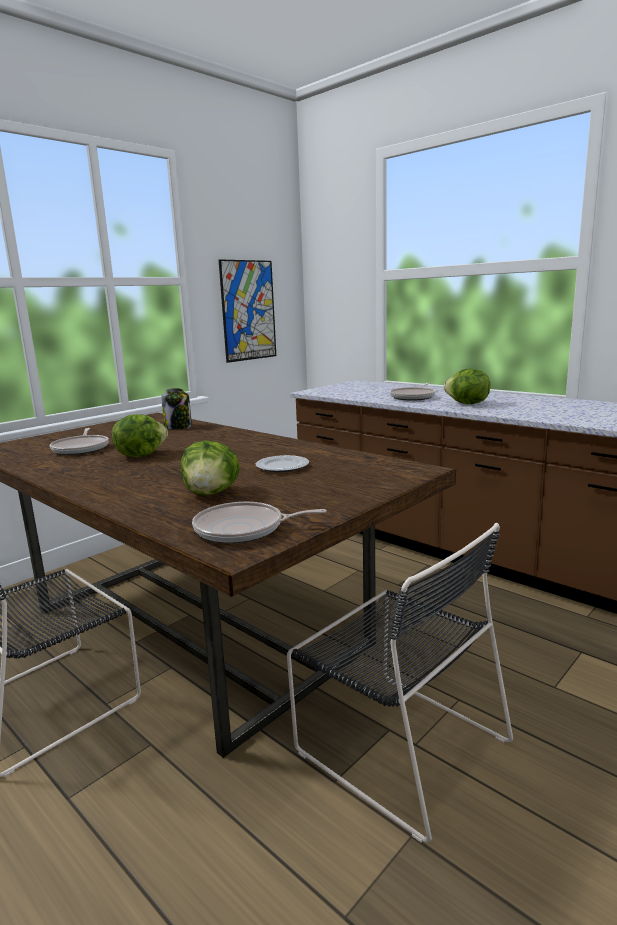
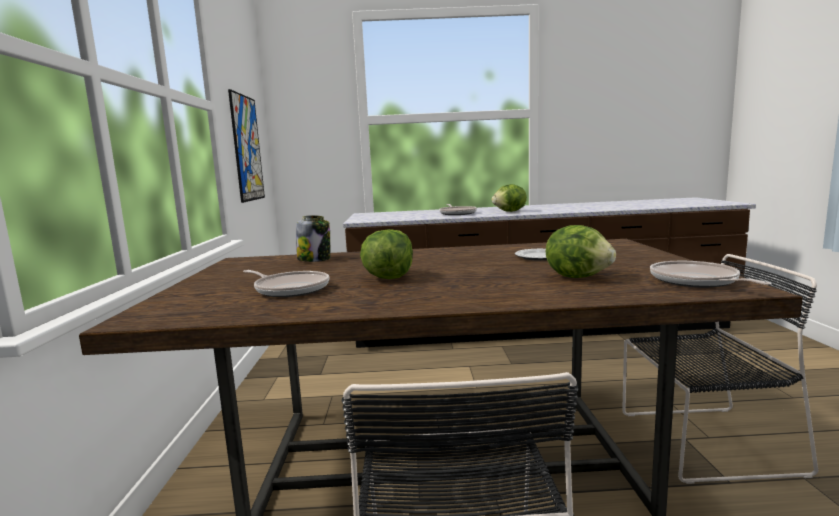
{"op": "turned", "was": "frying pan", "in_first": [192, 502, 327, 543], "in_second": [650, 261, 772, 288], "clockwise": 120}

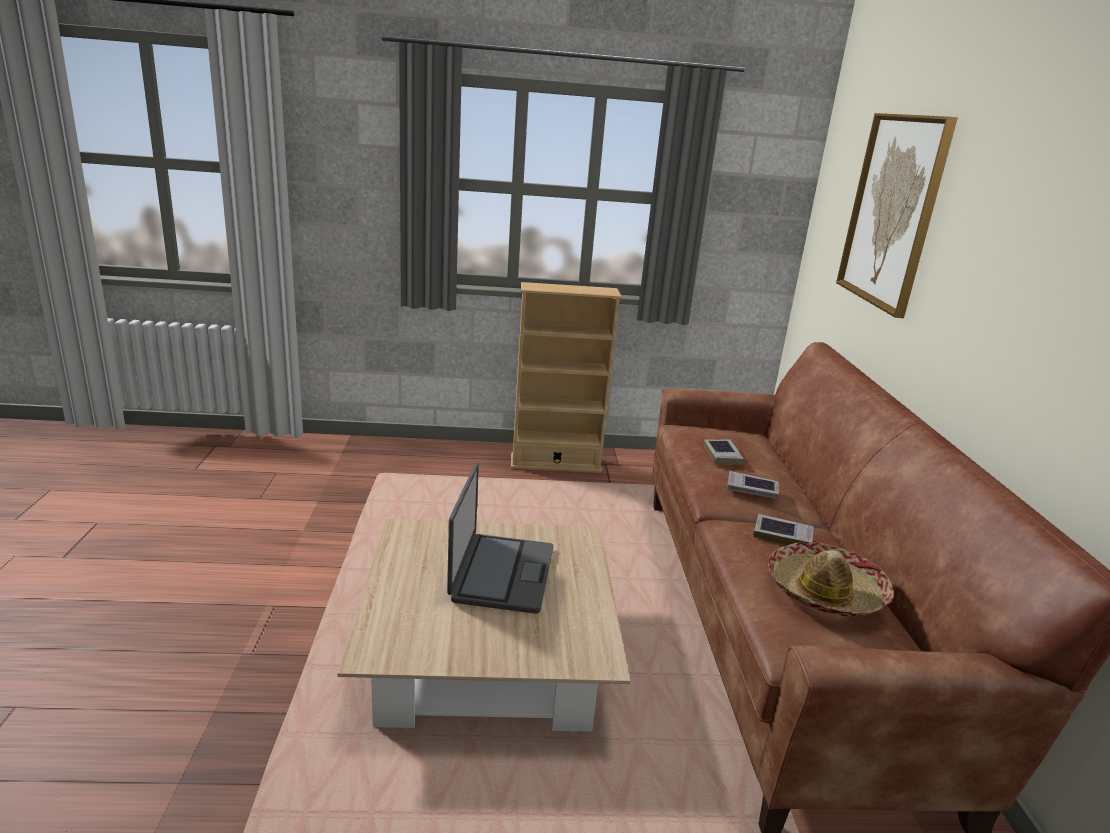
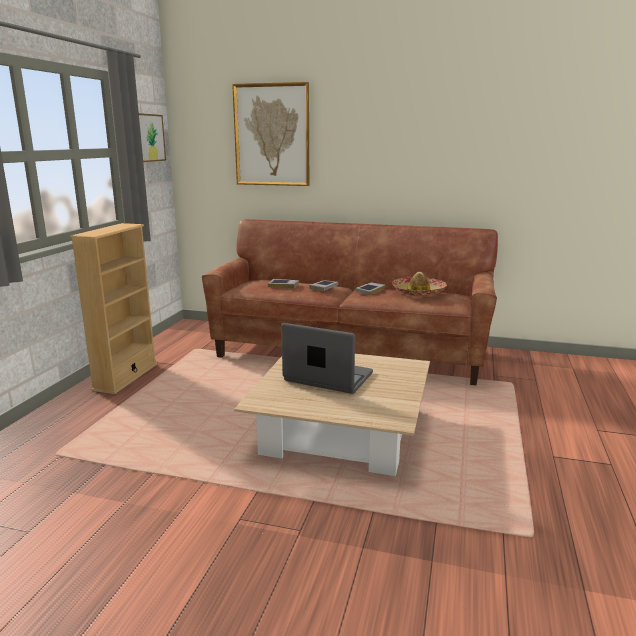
{"op": "added", "now": "wall picture", "in_second": [139, 113, 166, 162]}

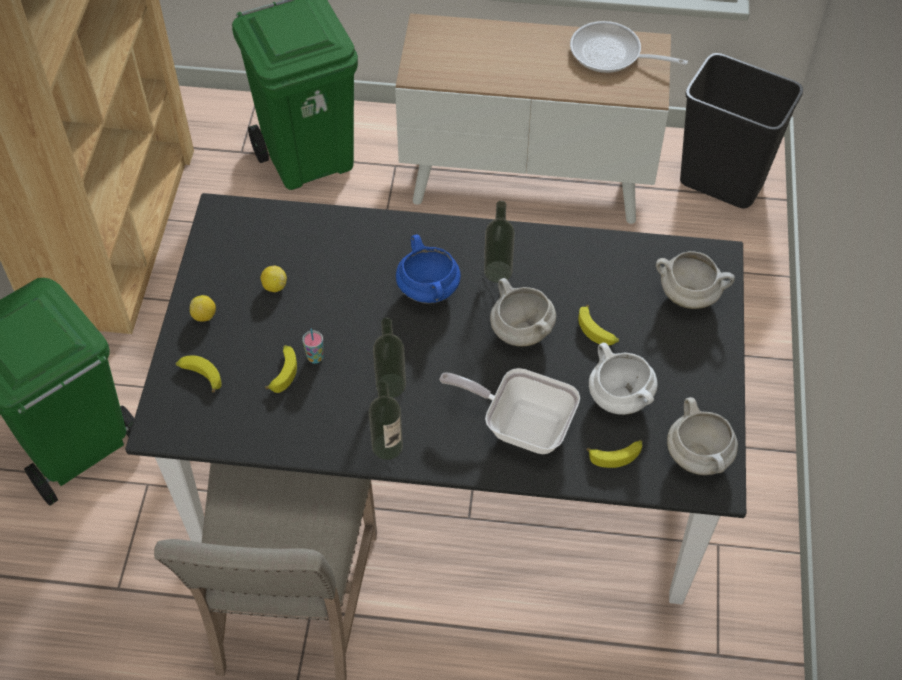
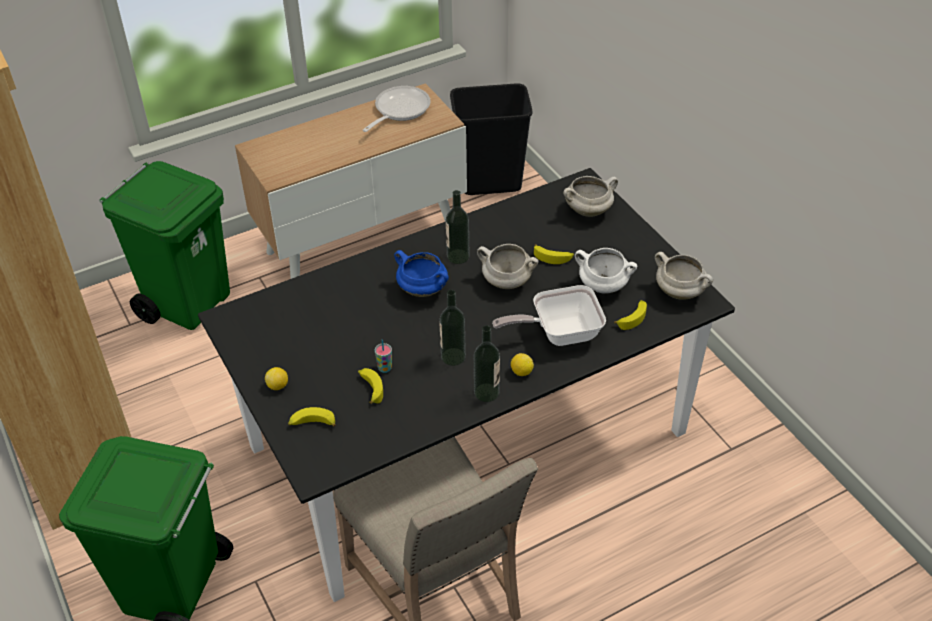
{"op": "moved", "was": "whole lemon", "in_first": [261, 266, 287, 292], "in_second": [511, 353, 534, 376]}
{"op": "turned", "was": "frying pan", "in_first": [570, 21, 688, 73], "in_second": [363, 86, 431, 132], "clockwise": 135}

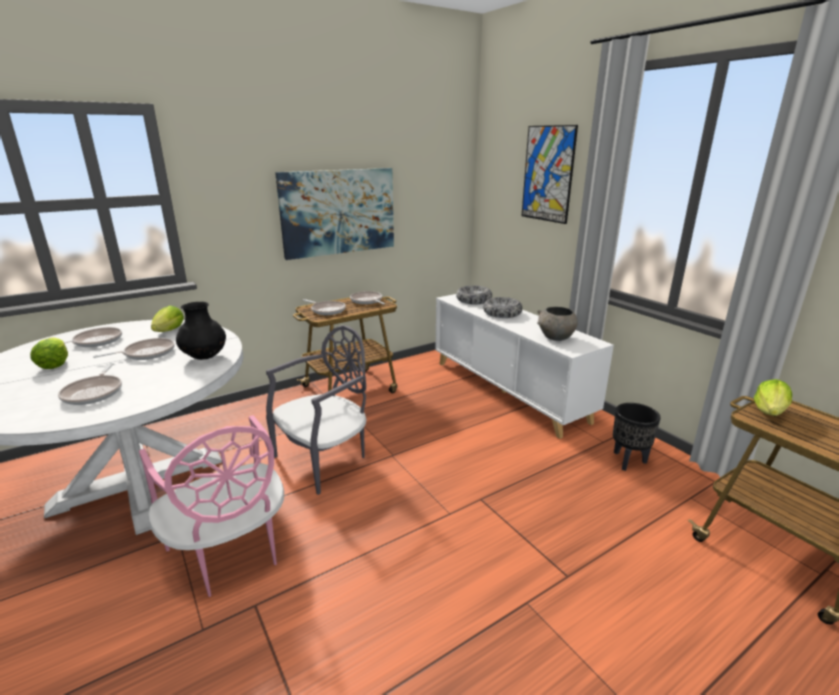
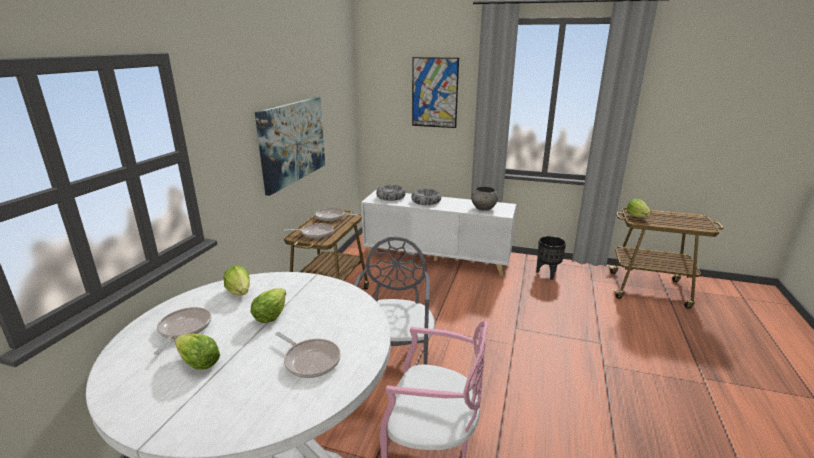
{"op": "replaced", "was": "frying pan", "now": "lettuce head", "in_first": [93, 338, 175, 360], "in_second": [251, 288, 286, 323]}
{"op": "removed", "was": "decorative vase in blackish", "in_first": [176, 302, 226, 360]}

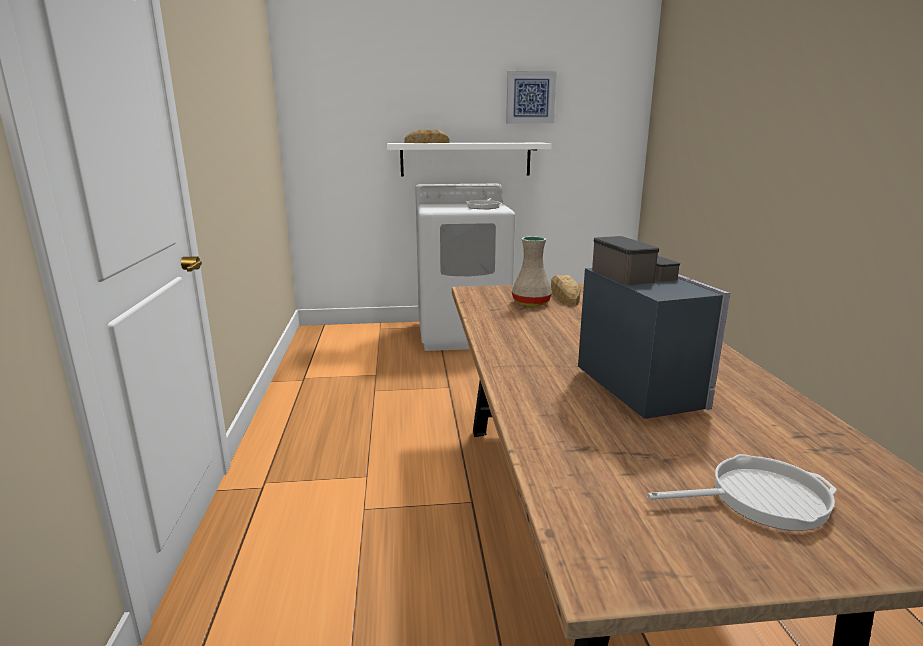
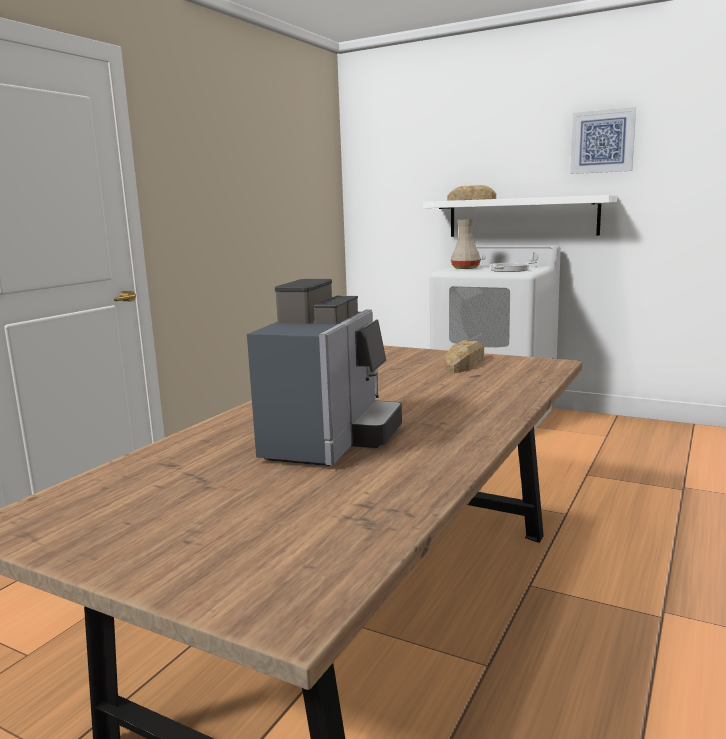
{"op": "moved", "was": "decorative vase in beige", "in_first": [512, 236, 552, 306], "in_second": [451, 219, 481, 269]}
{"op": "removed", "was": "frying pan", "in_first": [647, 454, 837, 531]}

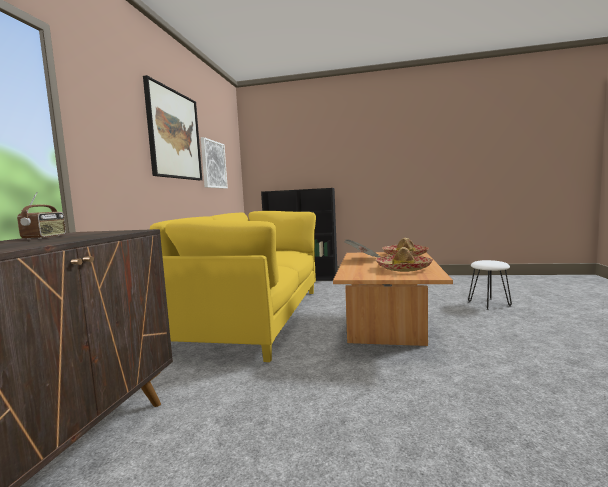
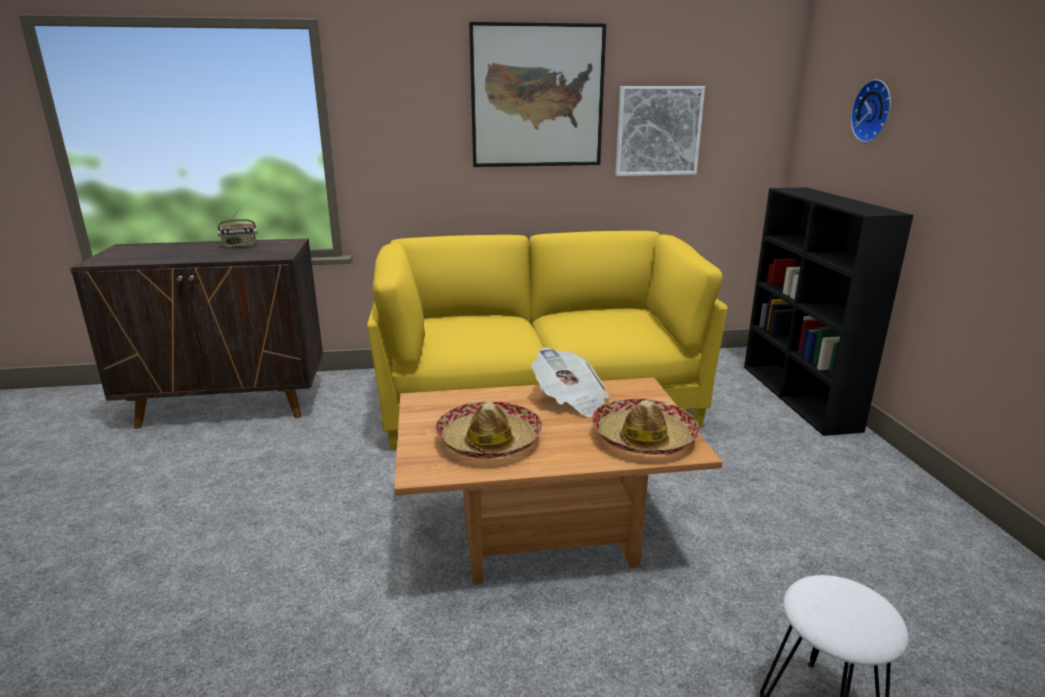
{"op": "added", "now": "clock on the wall", "in_second": [851, 79, 891, 142]}

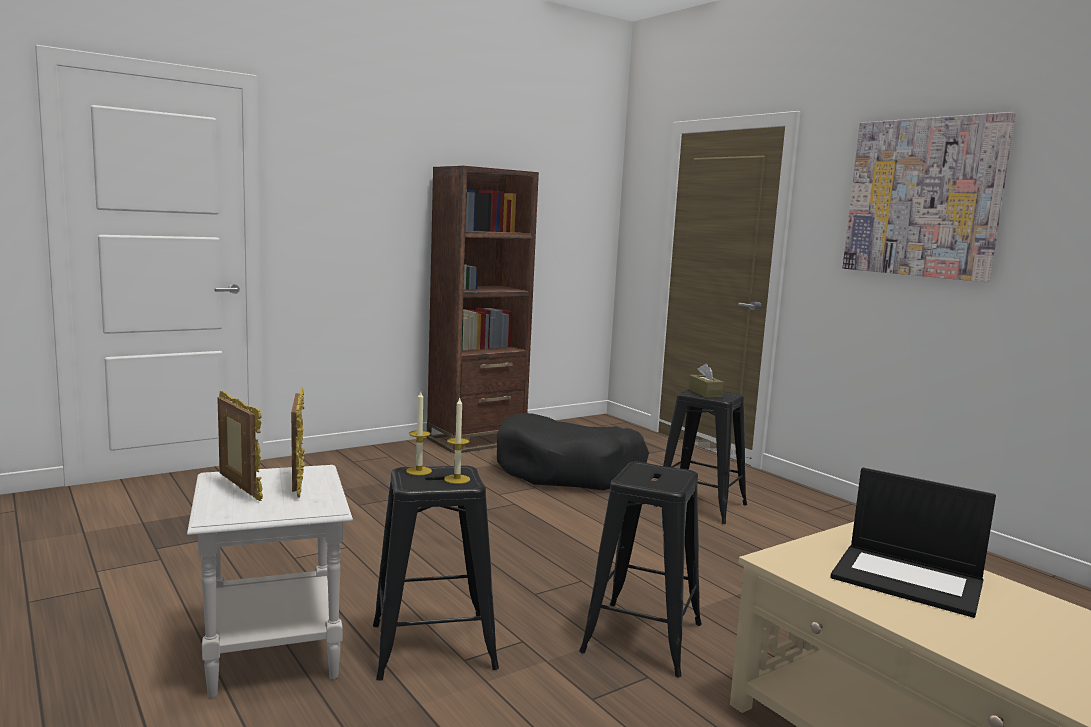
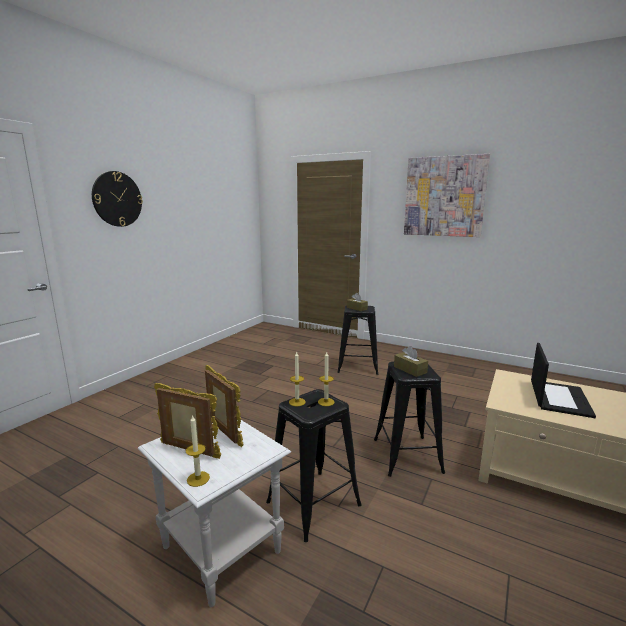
{"op": "removed", "was": "bookshelf in brown-coloured", "in_first": [427, 166, 539, 454]}
{"op": "removed", "was": "dog bed in blackish", "in_first": [497, 413, 649, 490]}
{"op": "turned", "was": "laptop", "in_first": [830, 468, 996, 618], "in_second": [531, 343, 596, 418], "clockwise": -75}
{"op": "added", "now": "clock on the wall", "in_second": [92, 171, 143, 227]}
{"op": "added", "now": "candle", "in_second": [186, 415, 210, 487]}
{"op": "added", "now": "tissue holder in brown-coloured", "in_second": [394, 346, 428, 377]}

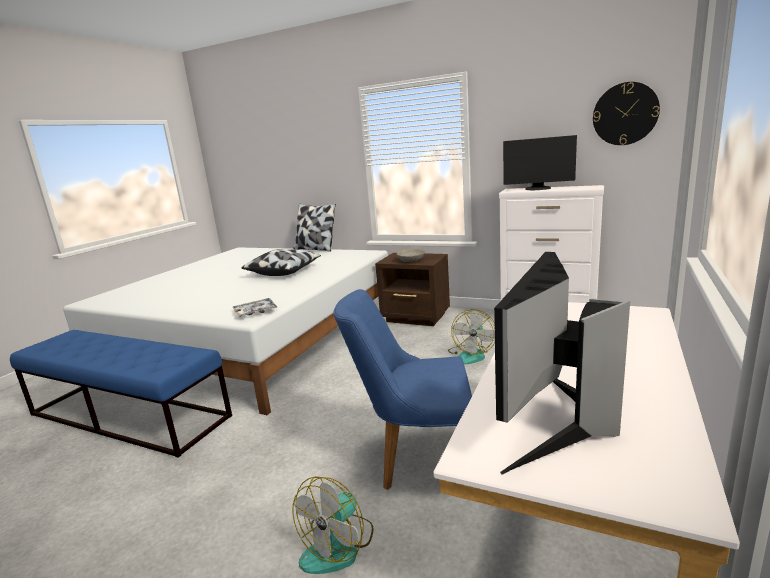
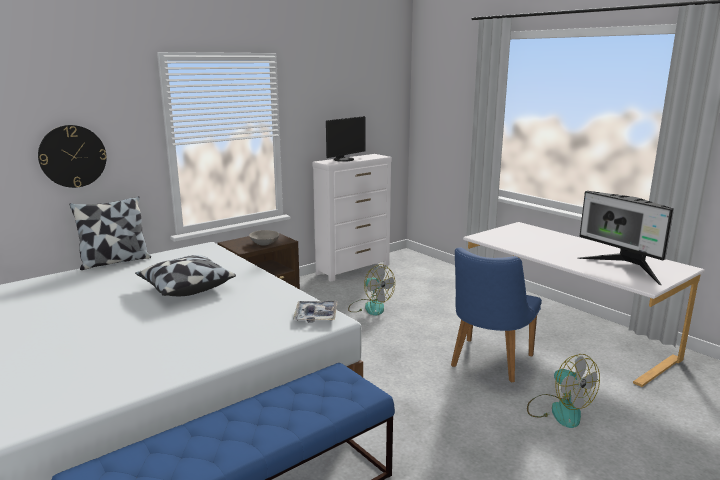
{"op": "moved", "was": "clock on the wall", "in_first": [593, 82, 660, 145], "in_second": [38, 125, 107, 188]}

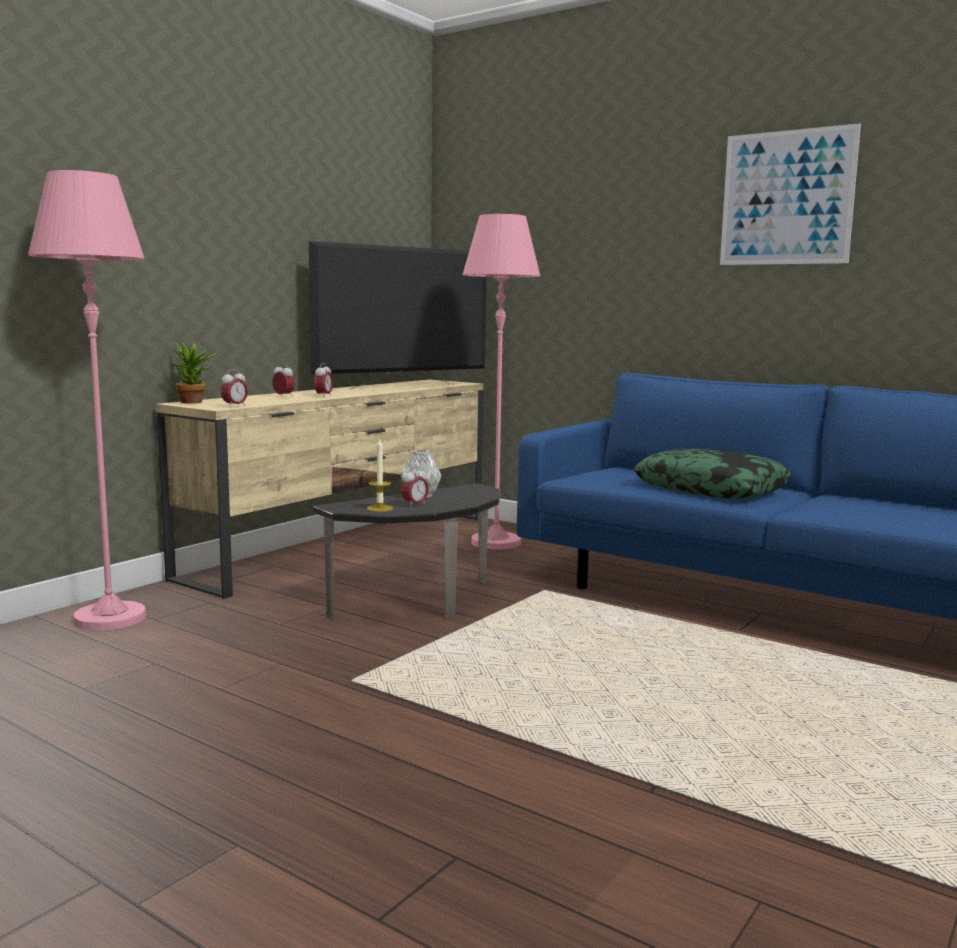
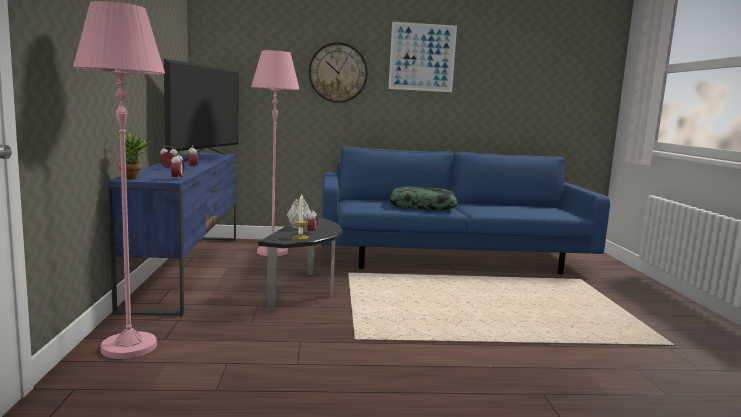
{"op": "recoloured", "was": "tv unit in beige", "now": "tv unit in blue-coloured", "in_first": [156, 380, 484, 599], "in_second": [107, 152, 237, 316]}
{"op": "added", "now": "clock on the wall", "in_second": [309, 42, 367, 103]}

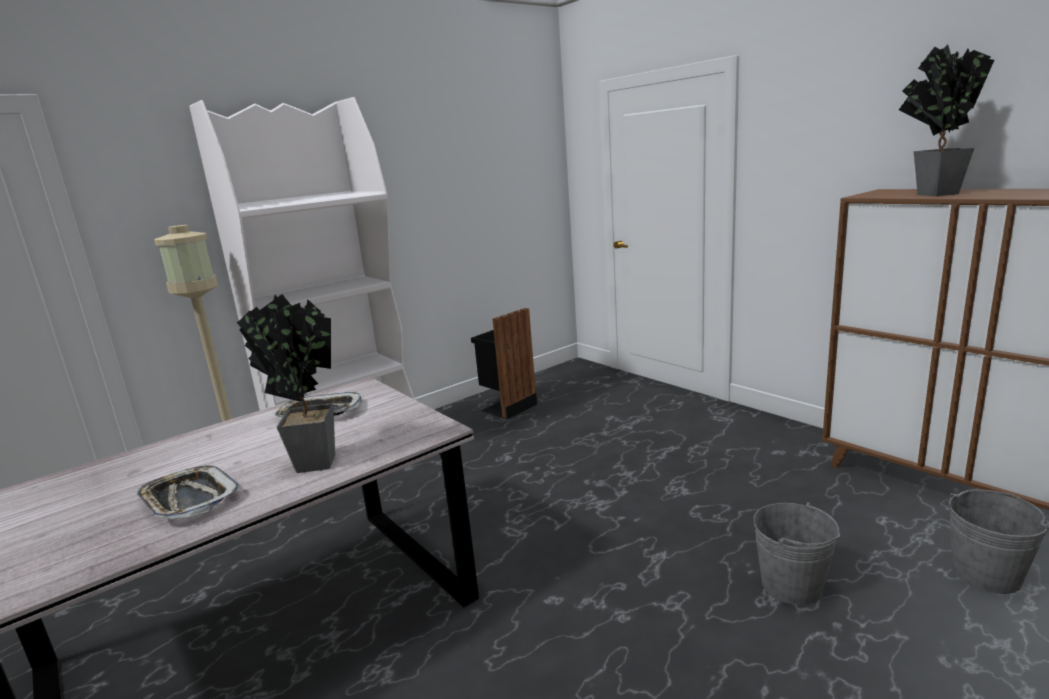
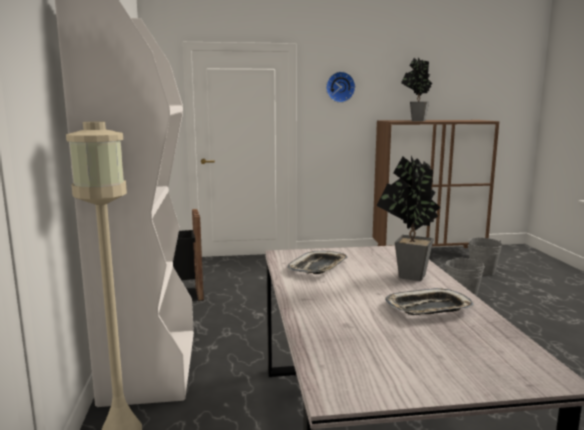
{"op": "added", "now": "clock on the wall", "in_second": [326, 72, 356, 103]}

